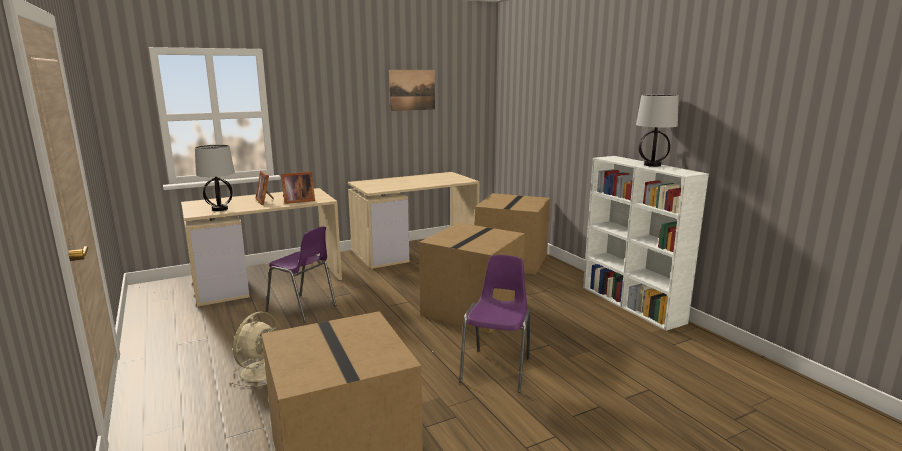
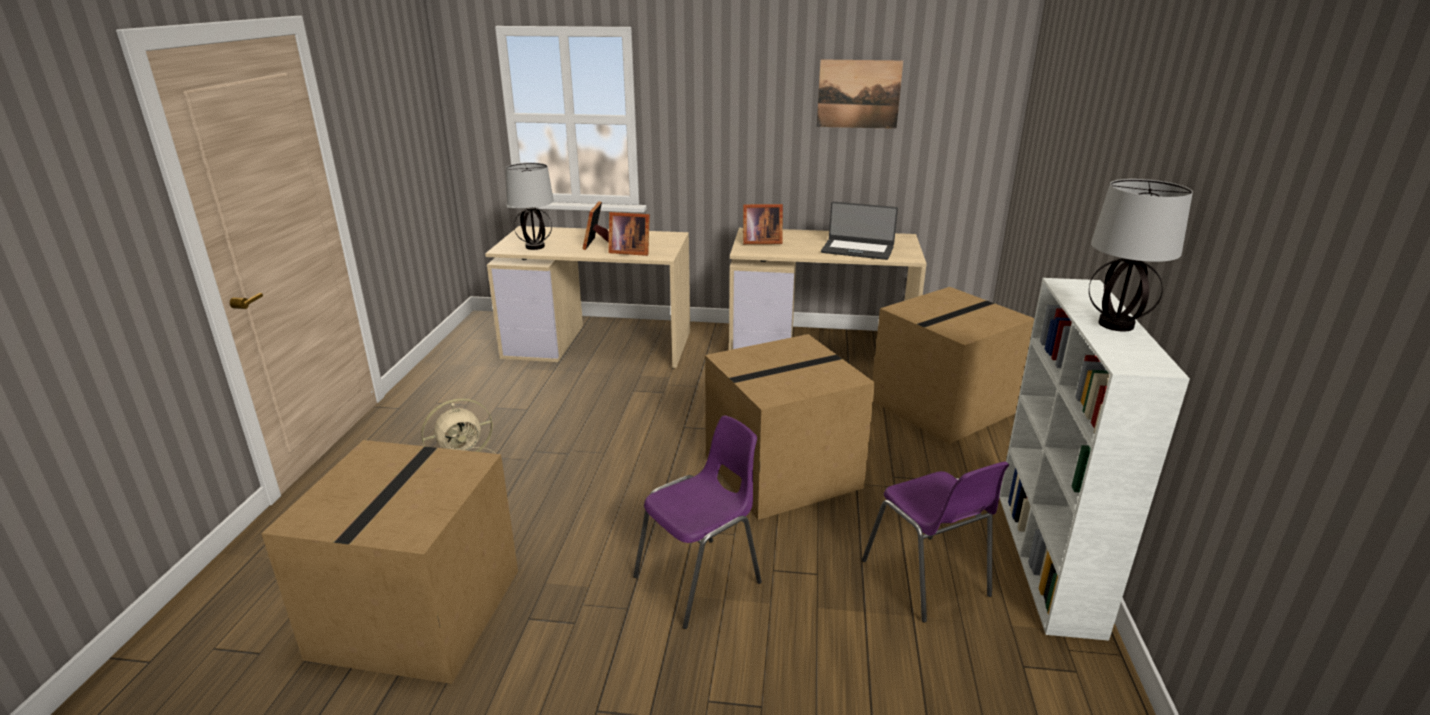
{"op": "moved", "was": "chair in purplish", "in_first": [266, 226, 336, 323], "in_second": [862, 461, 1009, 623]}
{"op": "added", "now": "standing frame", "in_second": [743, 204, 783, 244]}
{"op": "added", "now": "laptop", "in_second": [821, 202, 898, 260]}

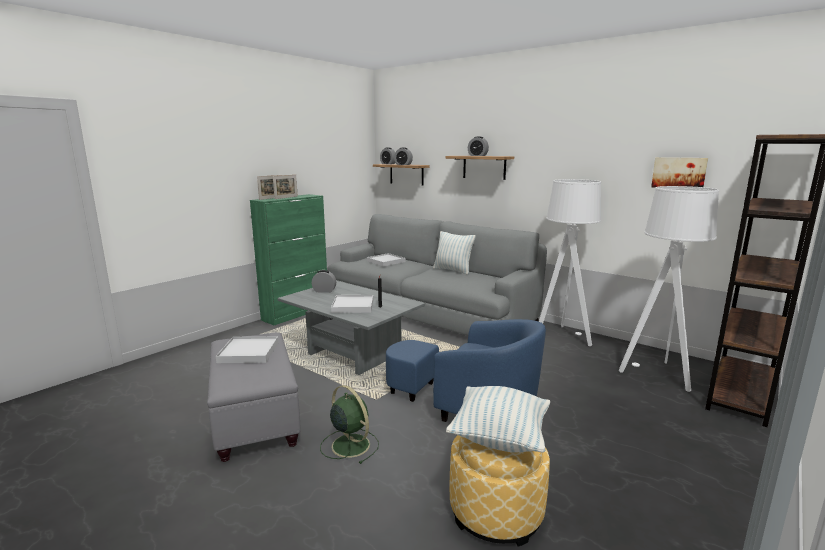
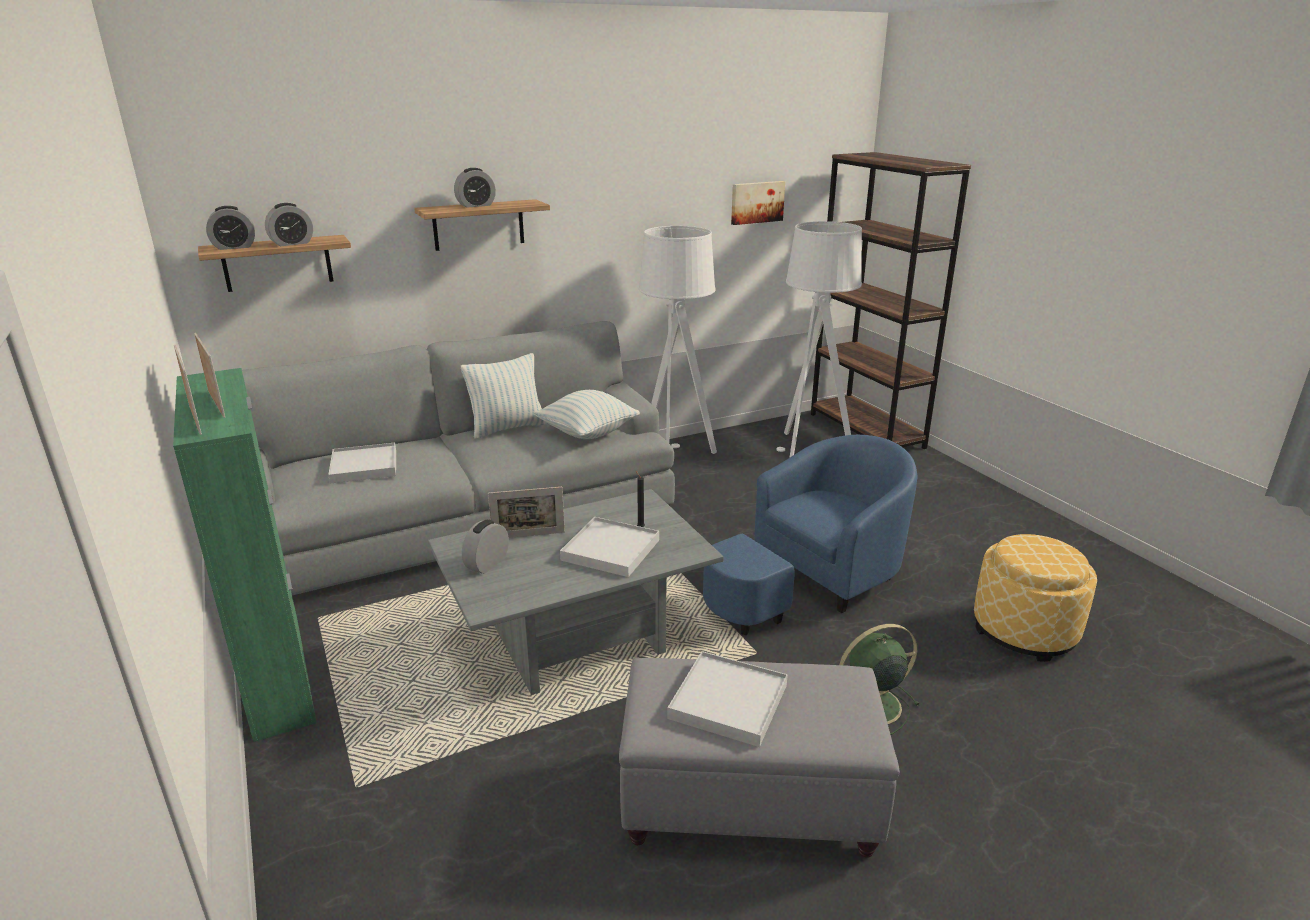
{"op": "moved", "was": "cushion", "in_first": [446, 386, 550, 453], "in_second": [534, 390, 640, 439]}
{"op": "added", "now": "standing frame", "in_second": [488, 487, 565, 538]}

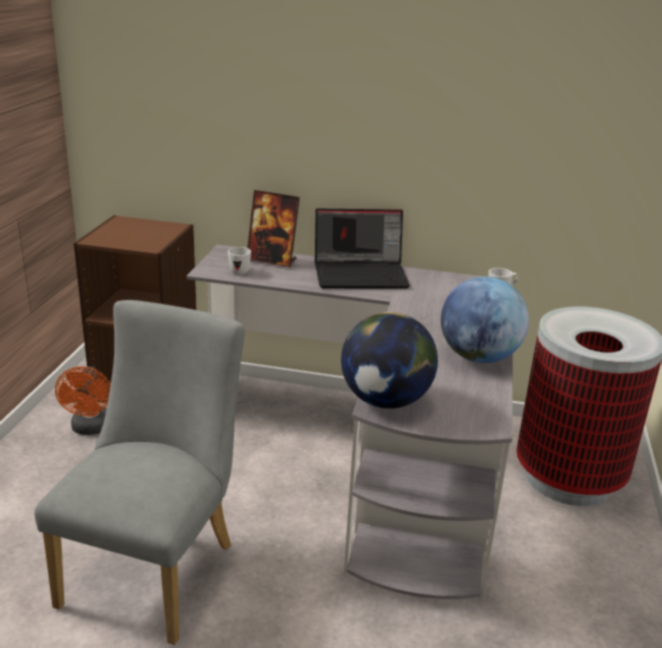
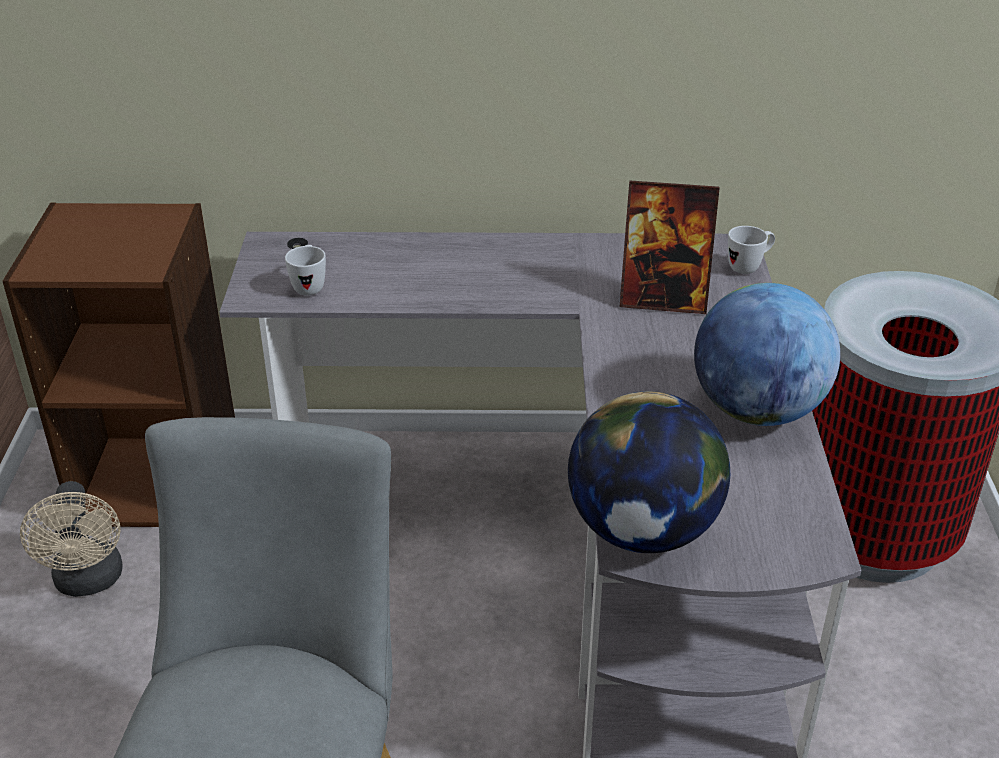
{"op": "recoloured", "was": "cooling fan in orange", "now": "cooling fan in beige", "in_first": [55, 366, 111, 435], "in_second": [20, 481, 123, 597]}
{"op": "moved", "was": "standing frame", "in_first": [247, 190, 300, 268], "in_second": [620, 181, 720, 314]}
{"op": "removed", "was": "laptop", "in_first": [315, 209, 410, 289]}

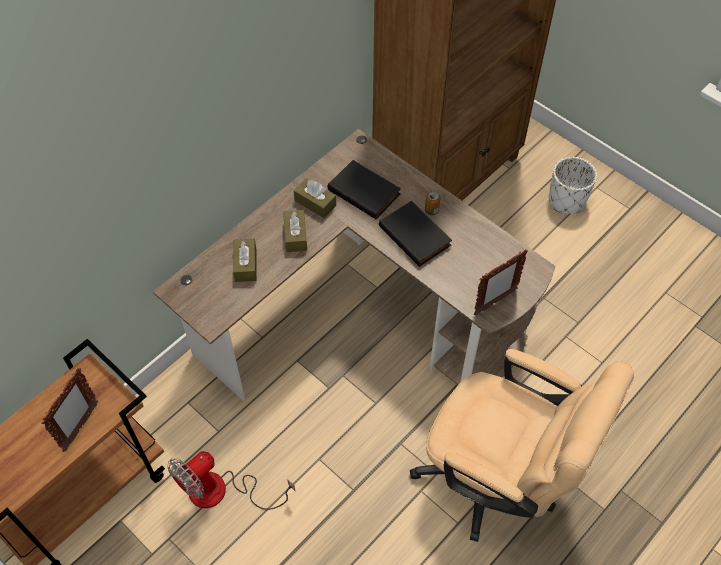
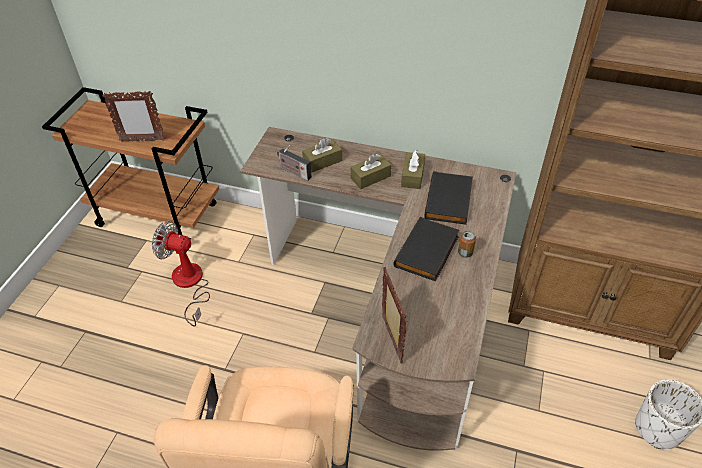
{"op": "turned", "was": "standing frame", "in_first": [474, 249, 528, 315], "in_second": [382, 267, 407, 364], "clockwise": -135}
{"op": "added", "now": "radio set", "in_second": [277, 145, 312, 181]}

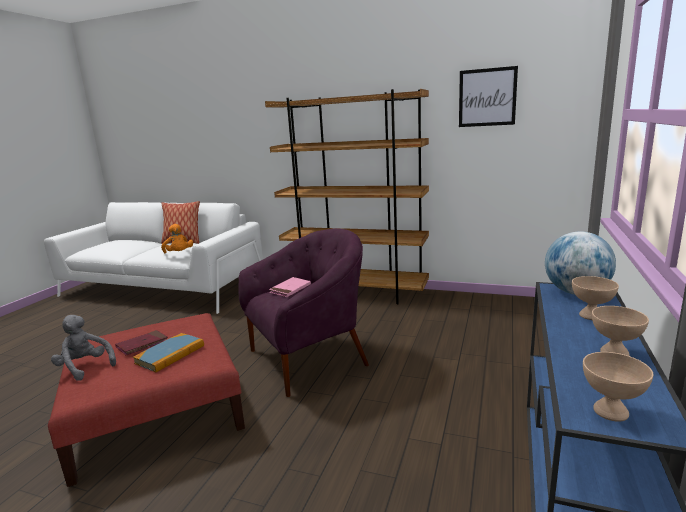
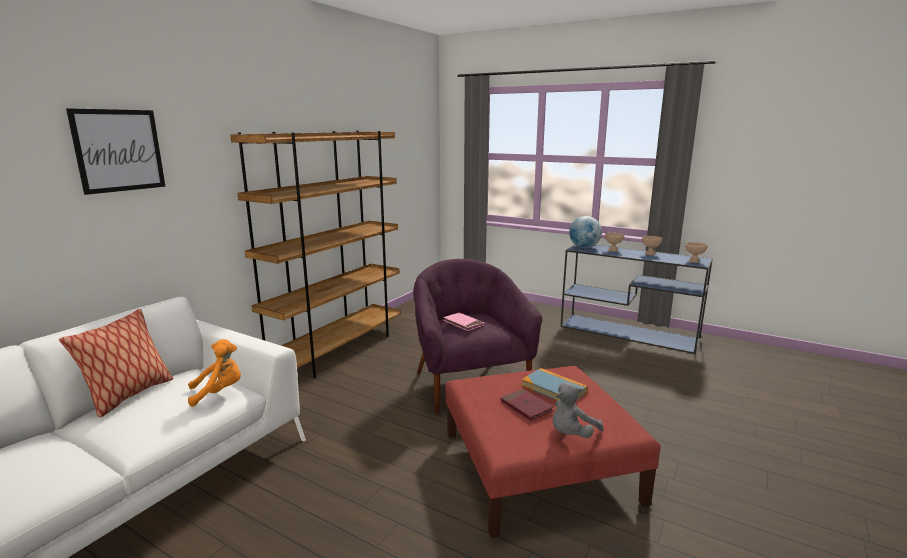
{"op": "moved", "was": "wall picture", "in_first": [459, 66, 518, 127], "in_second": [66, 108, 166, 195]}

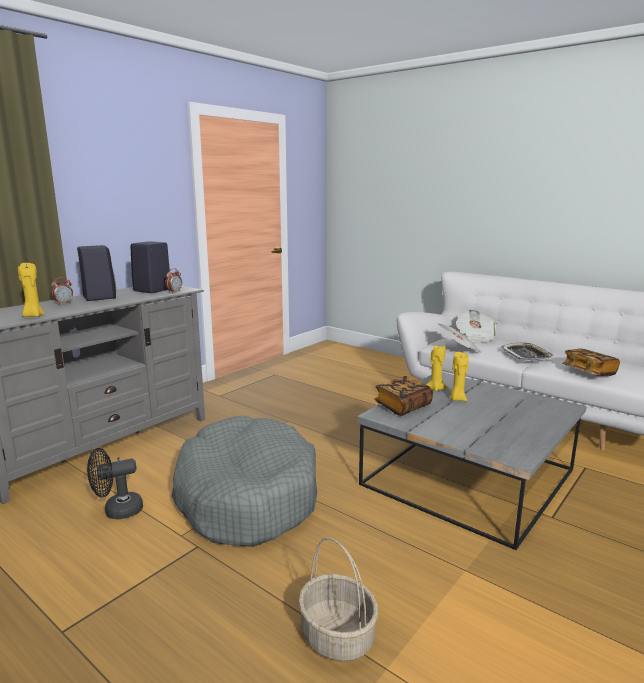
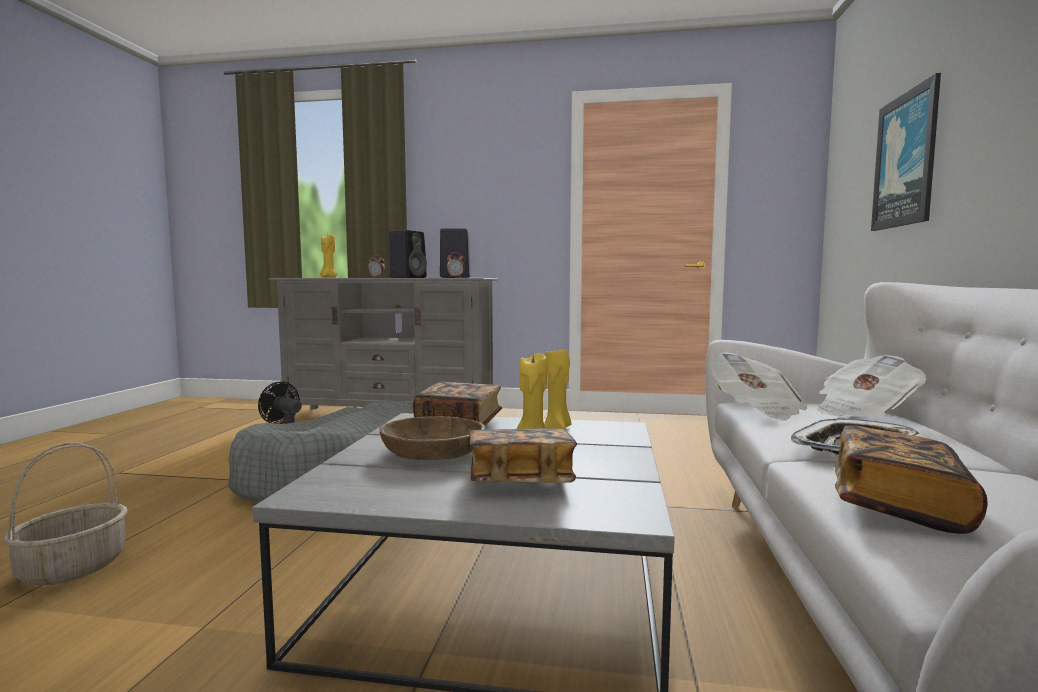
{"op": "added", "now": "deep dish in brown-coloured", "in_second": [379, 416, 485, 460]}
{"op": "added", "now": "bound book", "in_second": [470, 428, 577, 483]}
{"op": "added", "now": "wall picture", "in_second": [871, 73, 941, 231]}

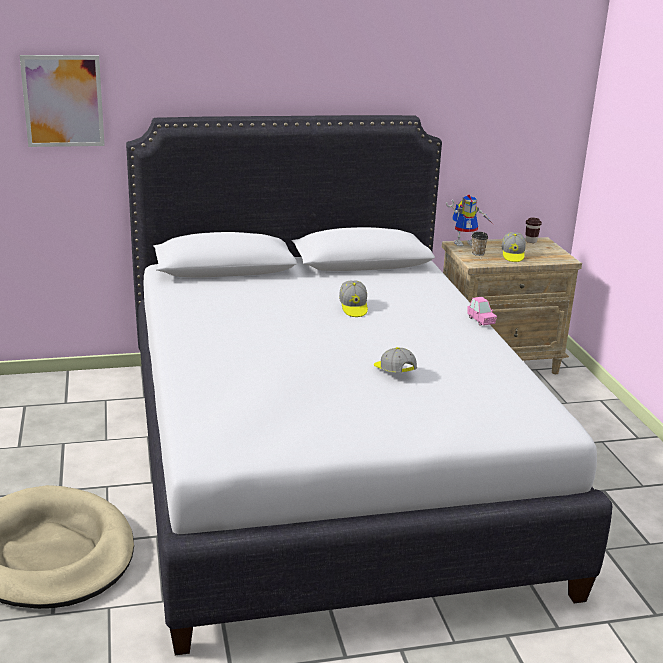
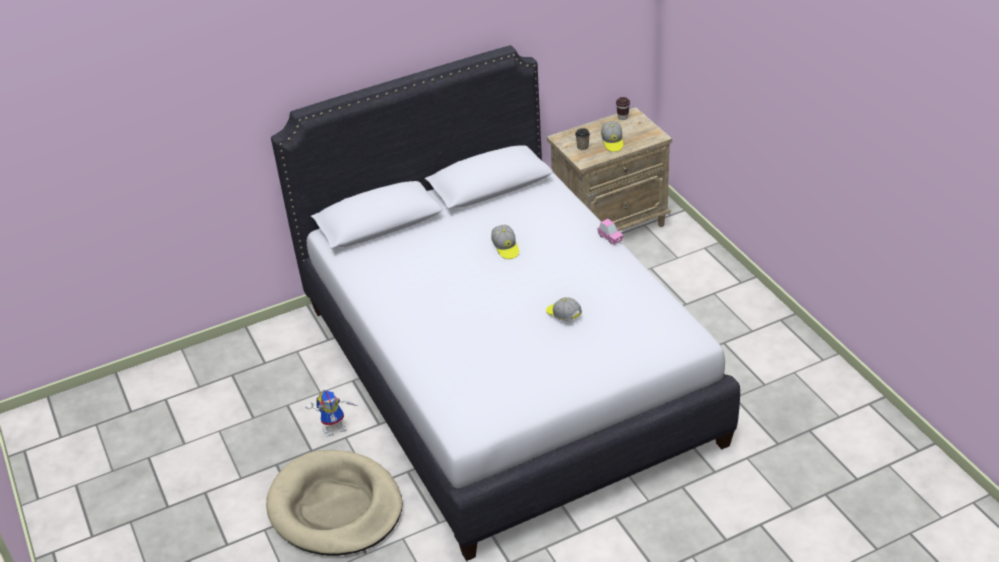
{"op": "removed", "was": "wall picture", "in_first": [20, 55, 105, 147]}
{"op": "moved", "was": "robot figure", "in_first": [446, 194, 493, 246], "in_second": [305, 390, 358, 437]}

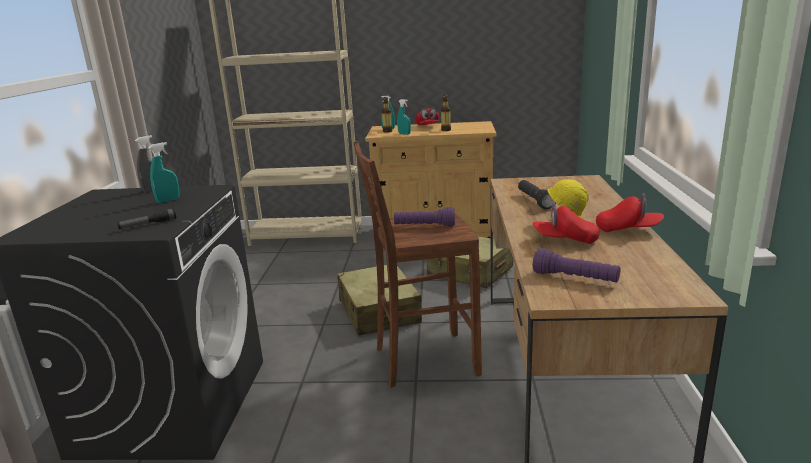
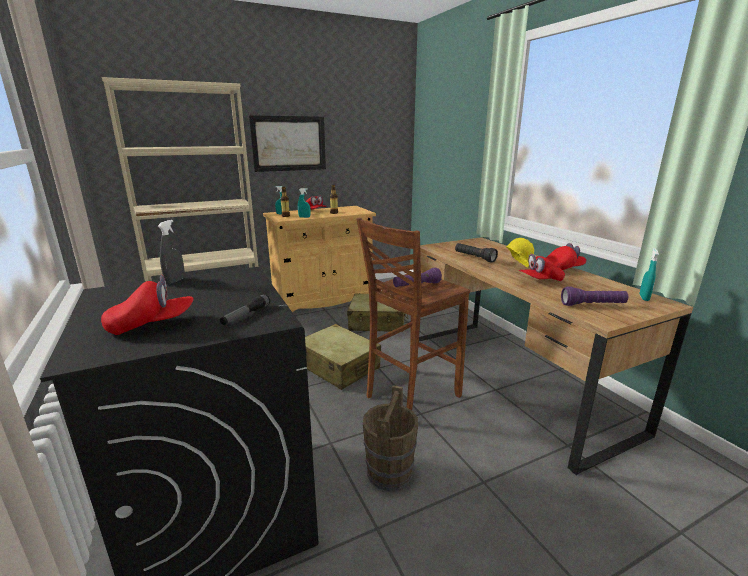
{"op": "moved", "was": "hand sprayer in blue-green", "in_first": [149, 142, 180, 203], "in_second": [640, 248, 659, 301]}
{"op": "added", "now": "peaked cap in reddish", "in_second": [101, 275, 193, 335]}
{"op": "added", "now": "wall picture", "in_second": [249, 115, 326, 172]}
{"op": "added", "now": "pail in brown-coloured", "in_second": [363, 385, 418, 491]}

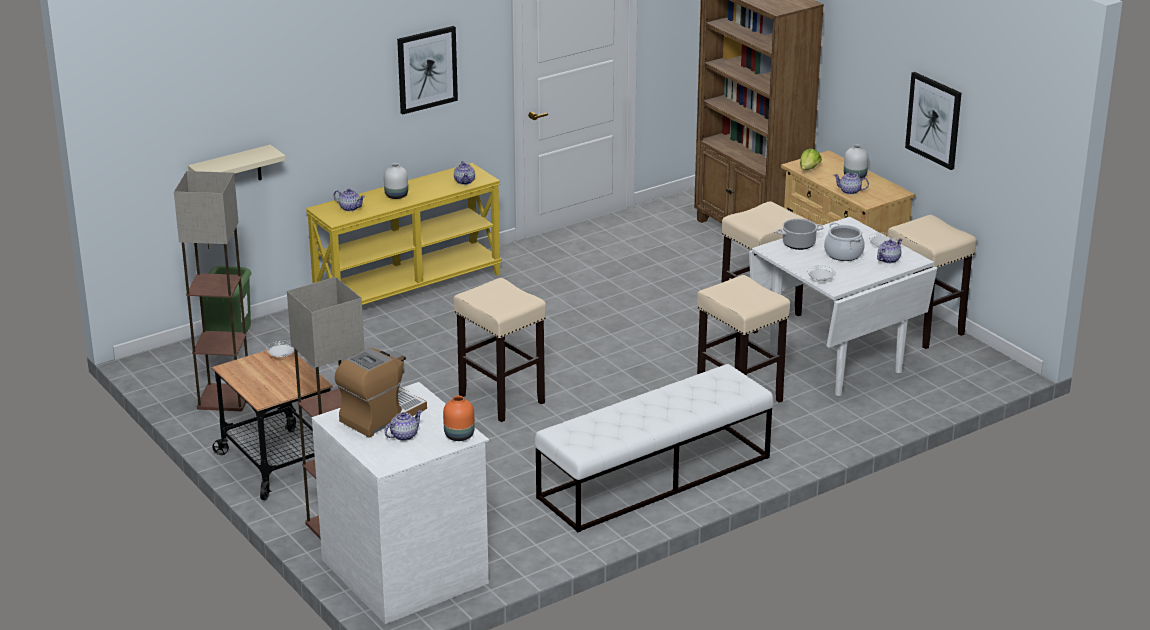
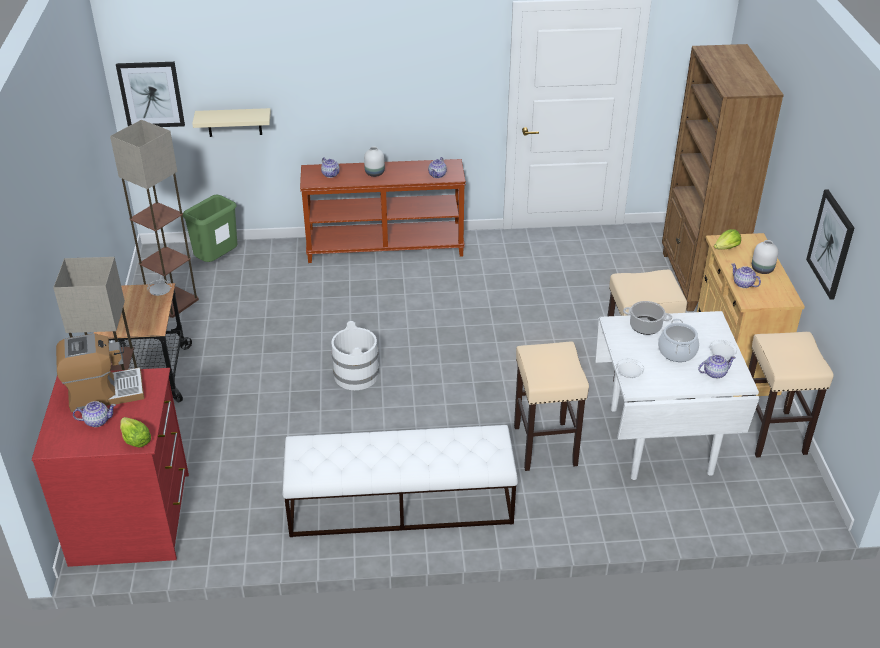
{"op": "recoloured", "was": "hall table in yellowish", "now": "hall table in brown-coloured", "in_first": [306, 163, 502, 305], "in_second": [300, 159, 466, 263]}
{"op": "recoloured", "was": "dresser in whitish", "now": "dresser in reddish", "in_first": [312, 382, 489, 624], "in_second": [32, 368, 189, 567]}
{"op": "moved", "was": "wall picture", "in_first": [397, 26, 458, 114], "in_second": [116, 62, 185, 127]}
{"op": "replaced", "was": "decorative vase in orange", "now": "lettuce head", "in_first": [443, 396, 475, 441], "in_second": [120, 417, 151, 447]}
{"op": "replaced", "was": "stool in beige", "now": "pail in whitish", "in_first": [453, 278, 546, 422], "in_second": [331, 321, 379, 390]}

